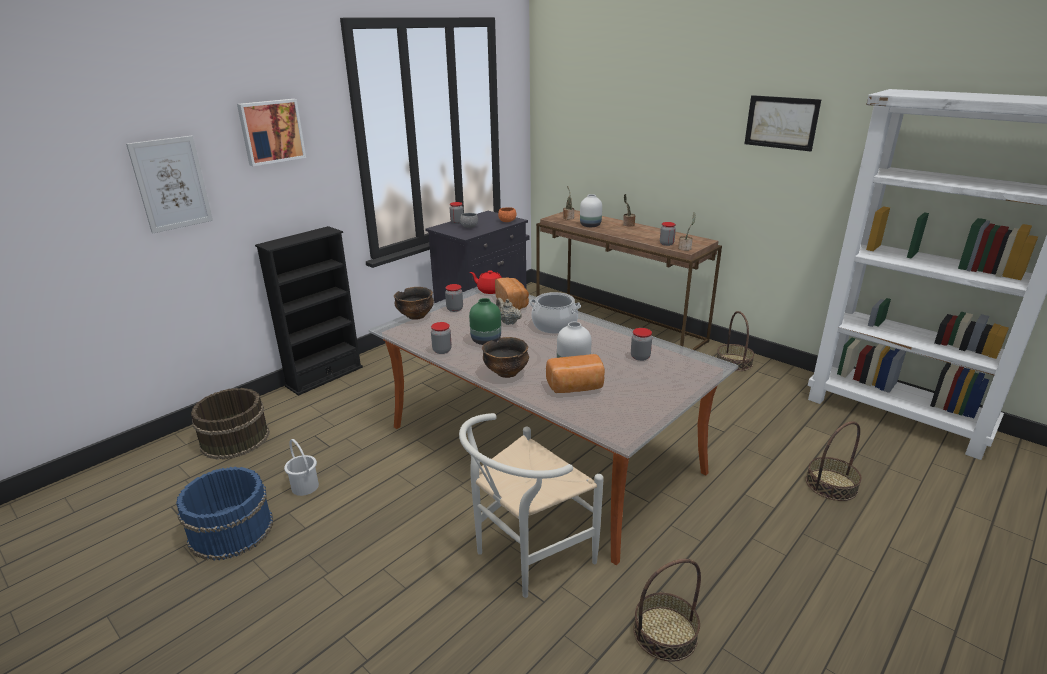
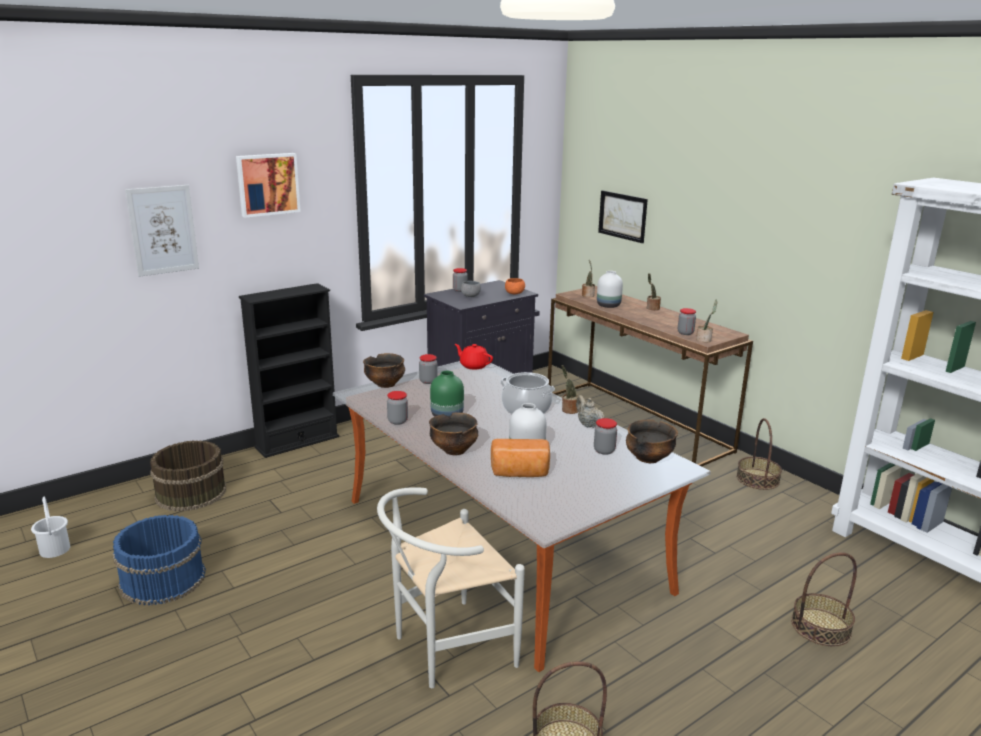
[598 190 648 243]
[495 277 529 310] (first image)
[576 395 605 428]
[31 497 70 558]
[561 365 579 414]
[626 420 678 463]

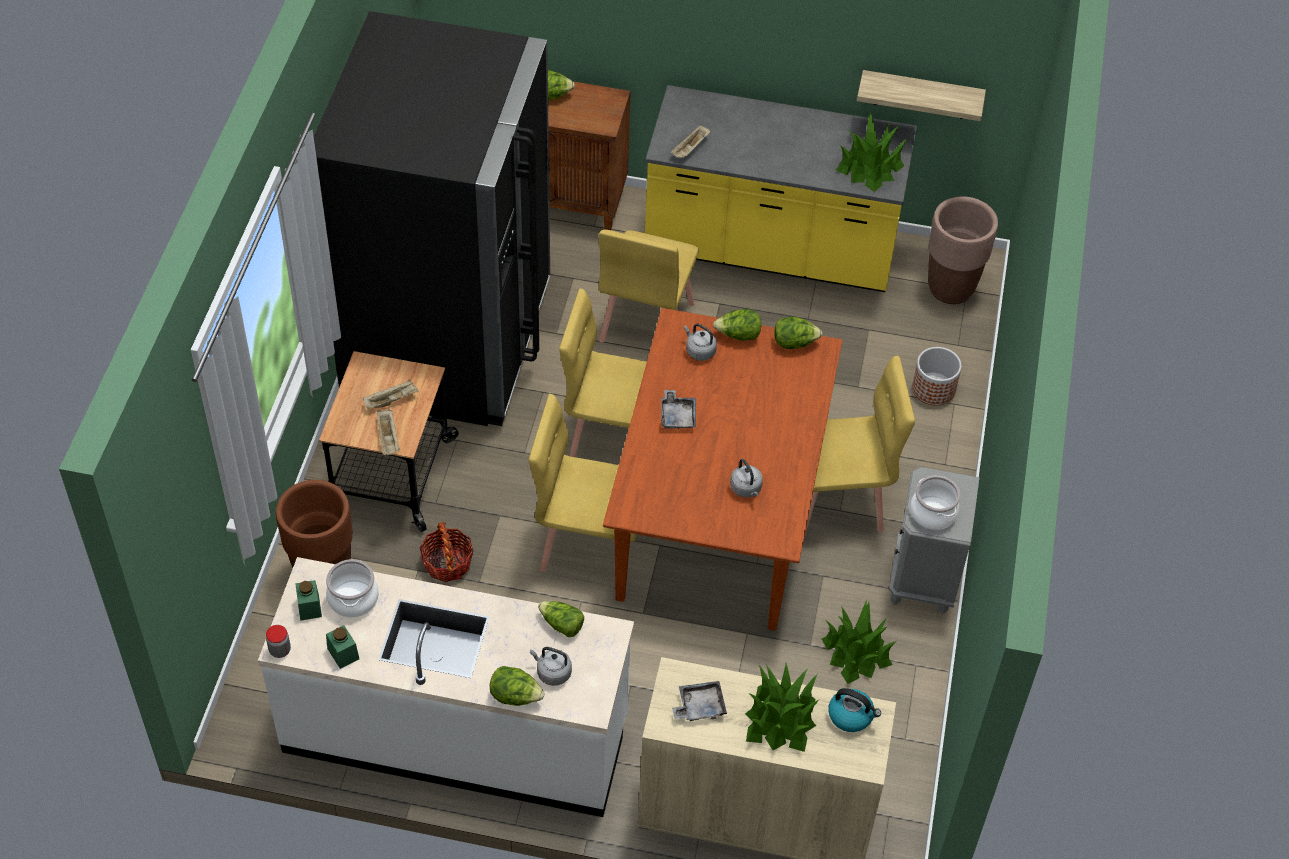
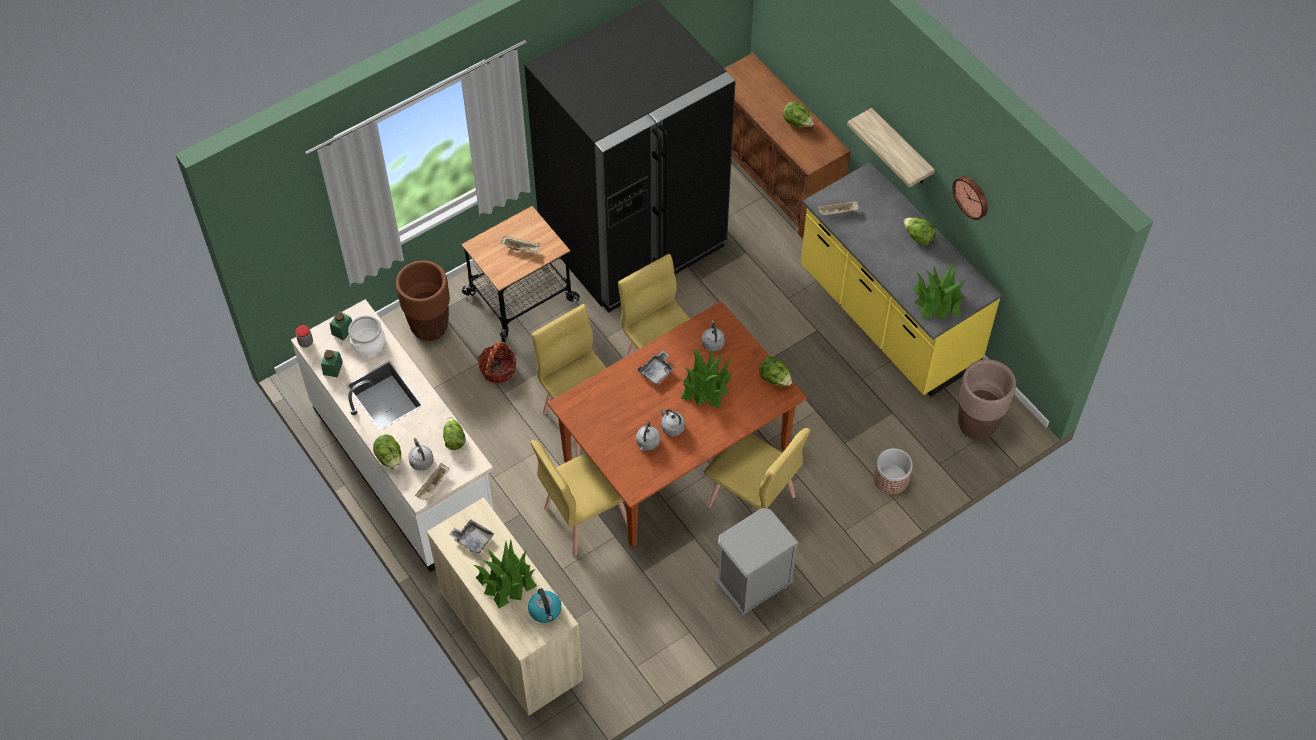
[847 108 935 187]
[530 440 628 556]
[904 218 936 245]
[415 463 450 501]
[910 475 960 530] (first image)
[681 349 731 408]
[952 176 988 220]
[659 408 685 436]

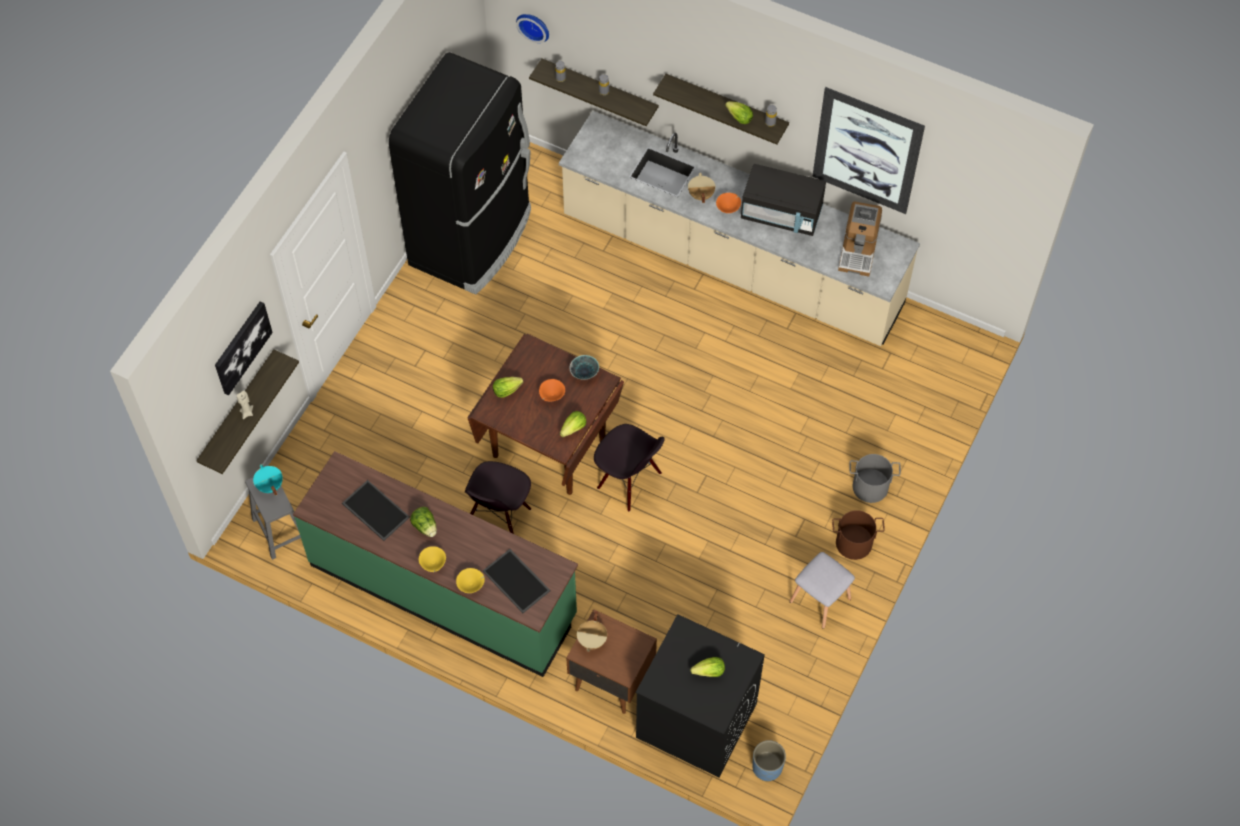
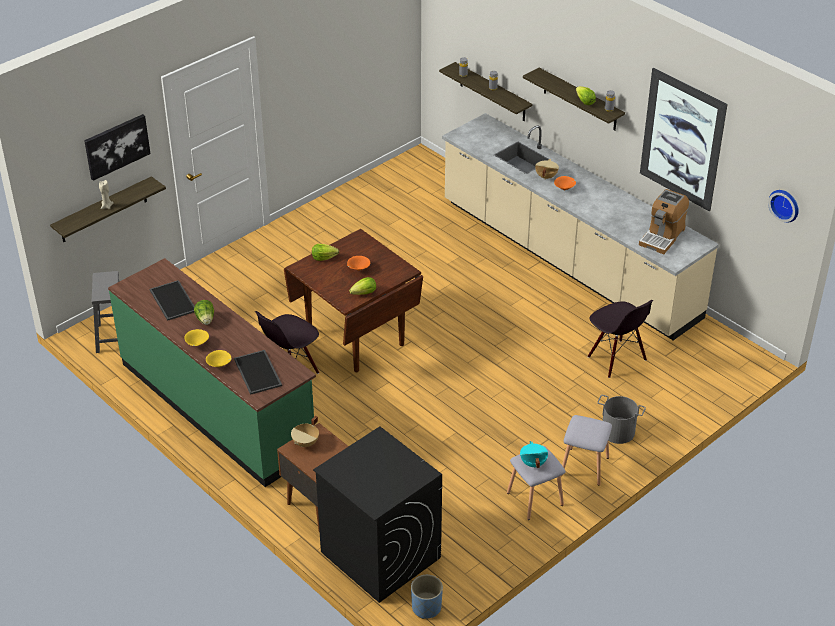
[768 190 799 223]
[389 52 531 295] (first image)
[741 164 826 236] (first image)
[570 355 599 380] (first image)
[588 300 654 378]
[520 441 548 468]
[561 415 612 486]
[690 657 725 677] (first image)

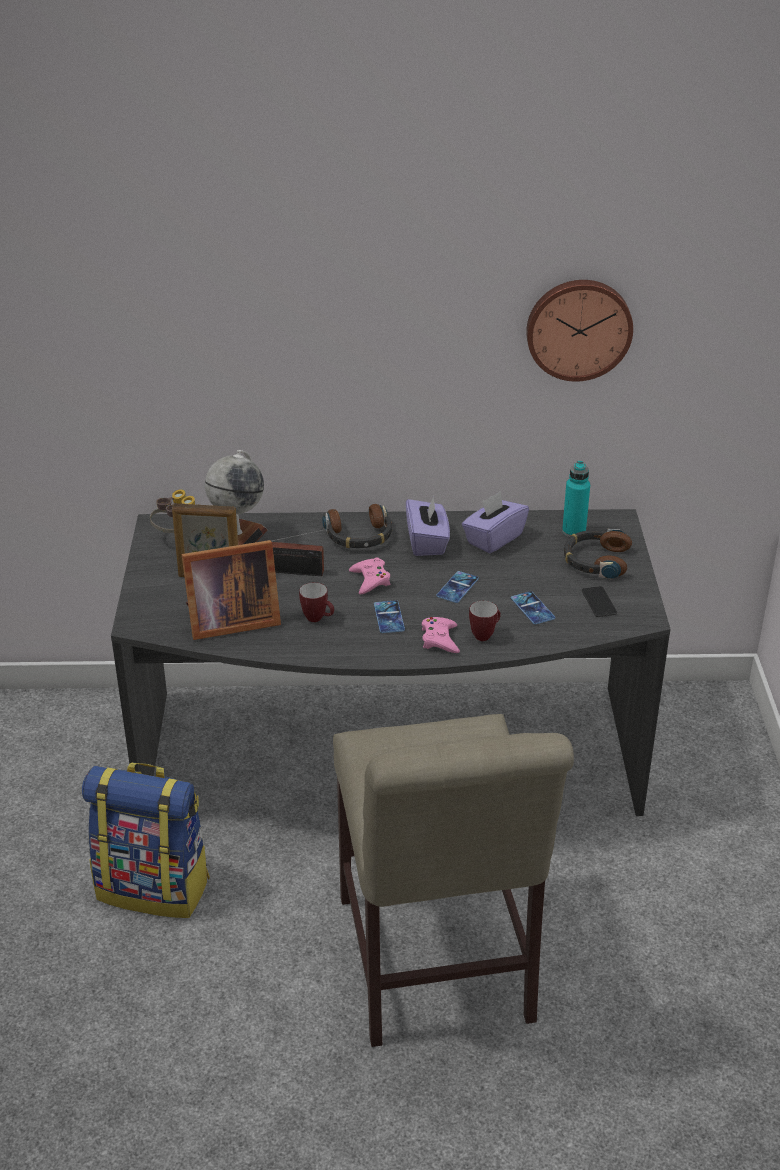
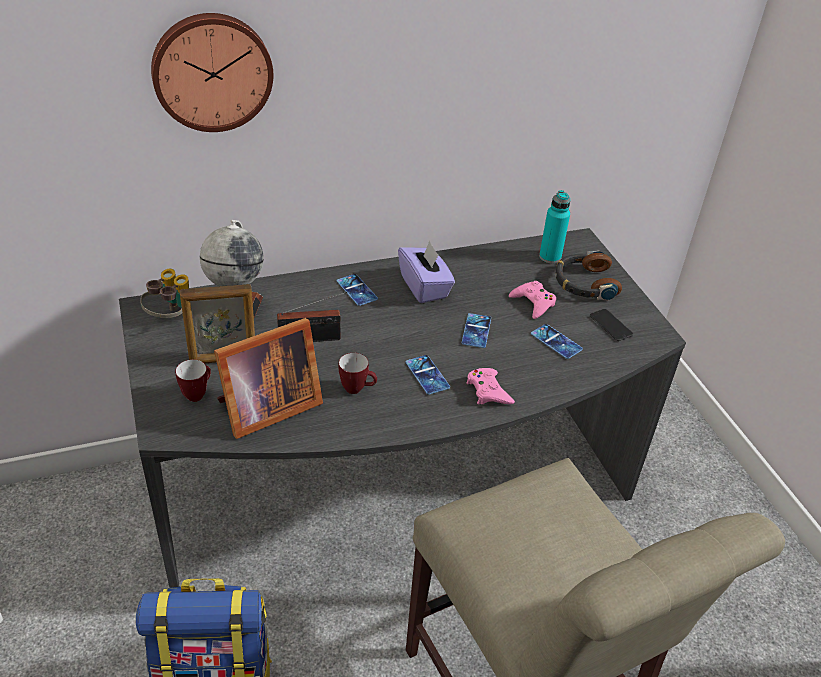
[151 13 273 132]
[462 491 529 553] (first image)
[336 274 378 306]
[509 281 556 319]
[175 360 211 402]

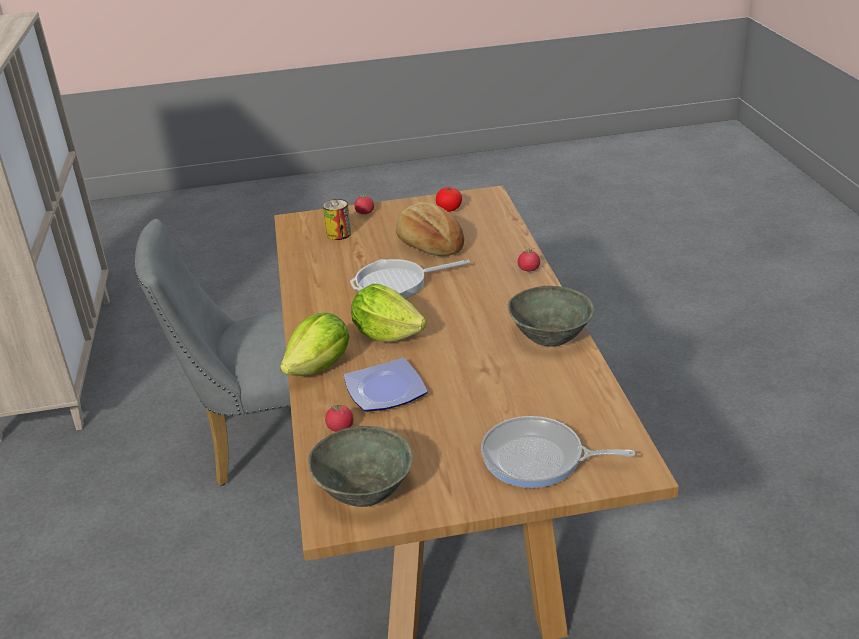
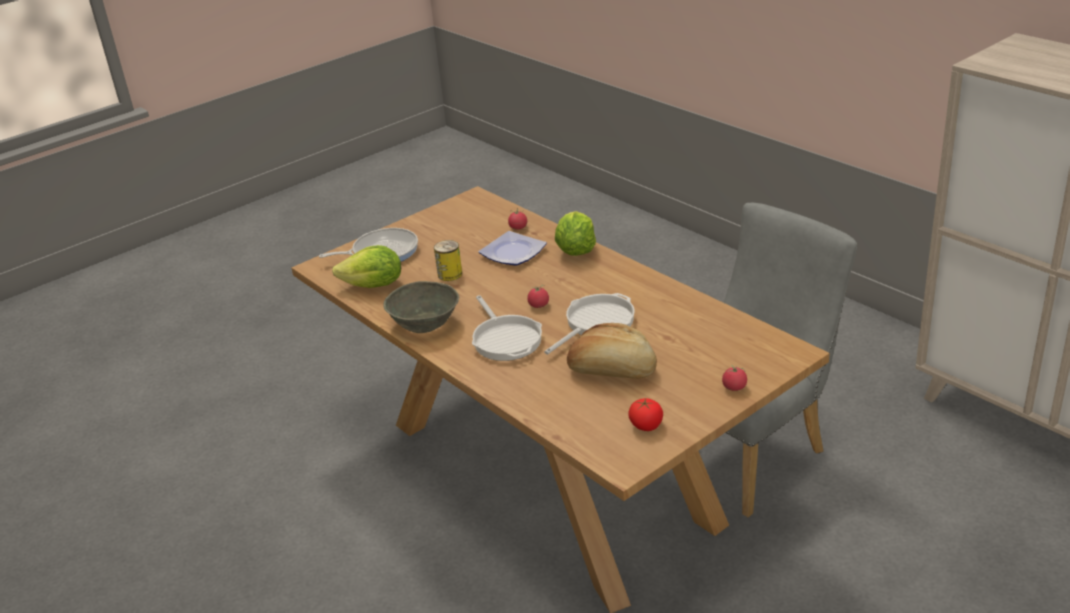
[434 240 462 281]
[527 285 549 308]
[332 245 401 288]
[308 426 413 507] (first image)
[472 295 542 361]

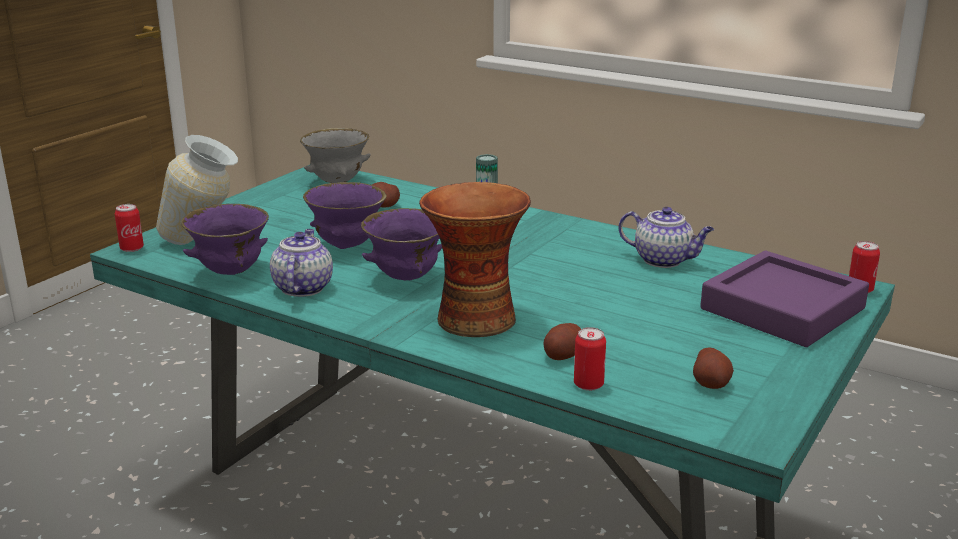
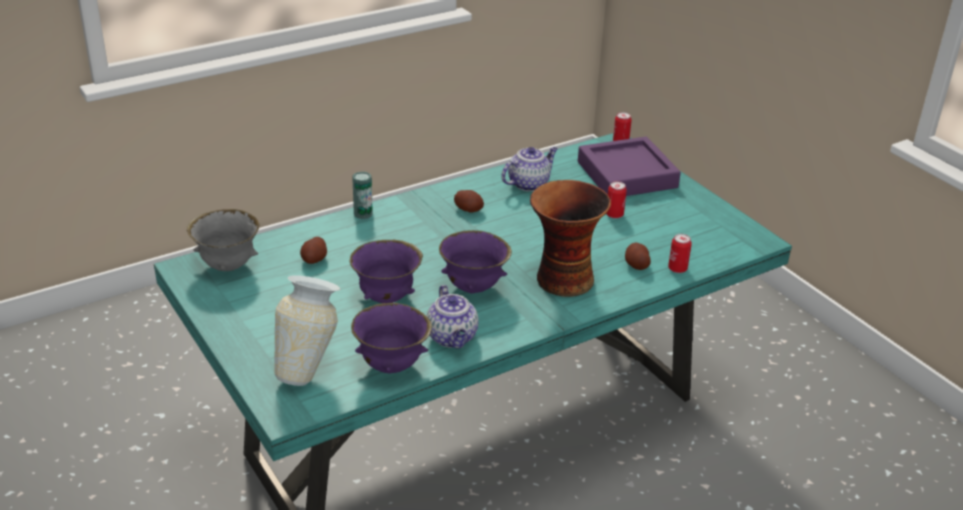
[606 181 627 219]
[426 285 479 349]
[454 190 484 213]

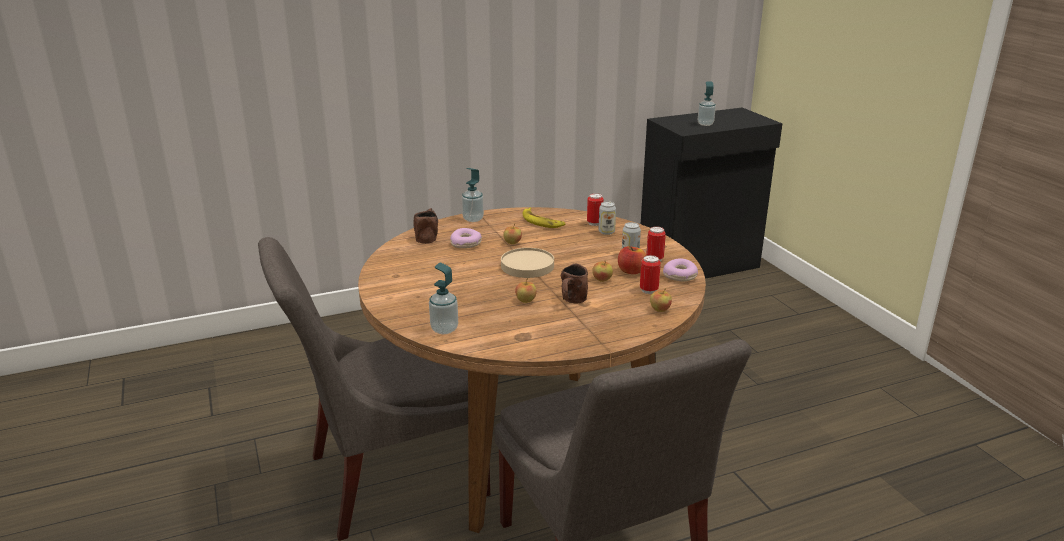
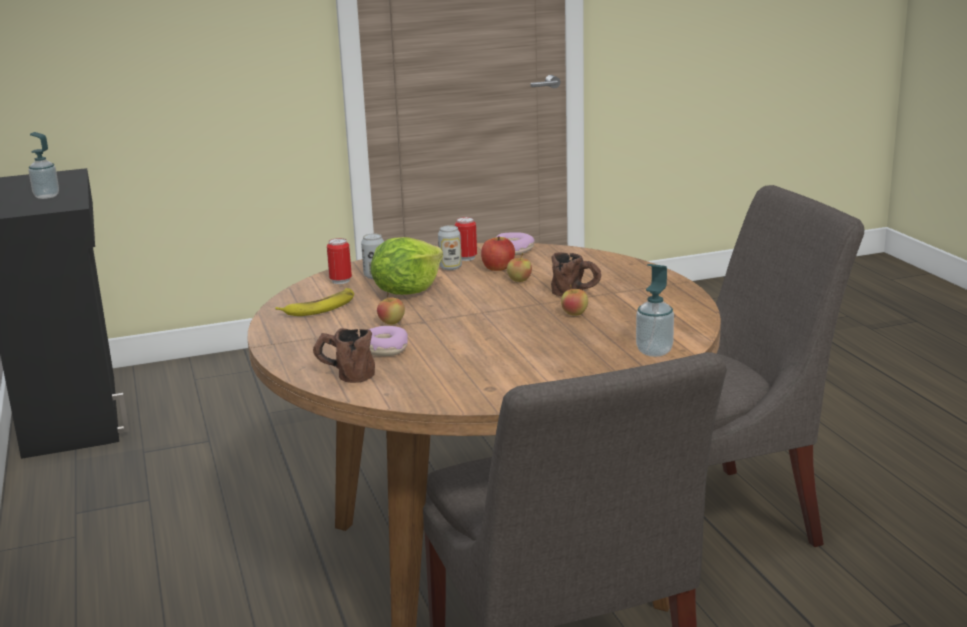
[462 168 484 222] (first image)
[501 248 554 278] (first image)
[640 255 661 294] (first image)
[650 288 672 312] (first image)
[370 237 443 295]

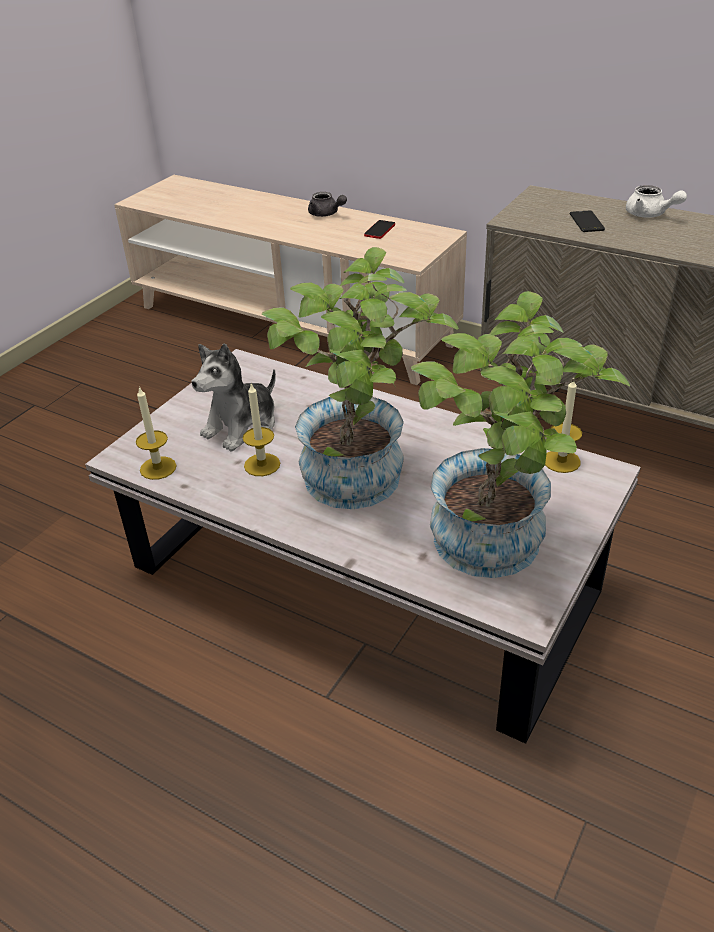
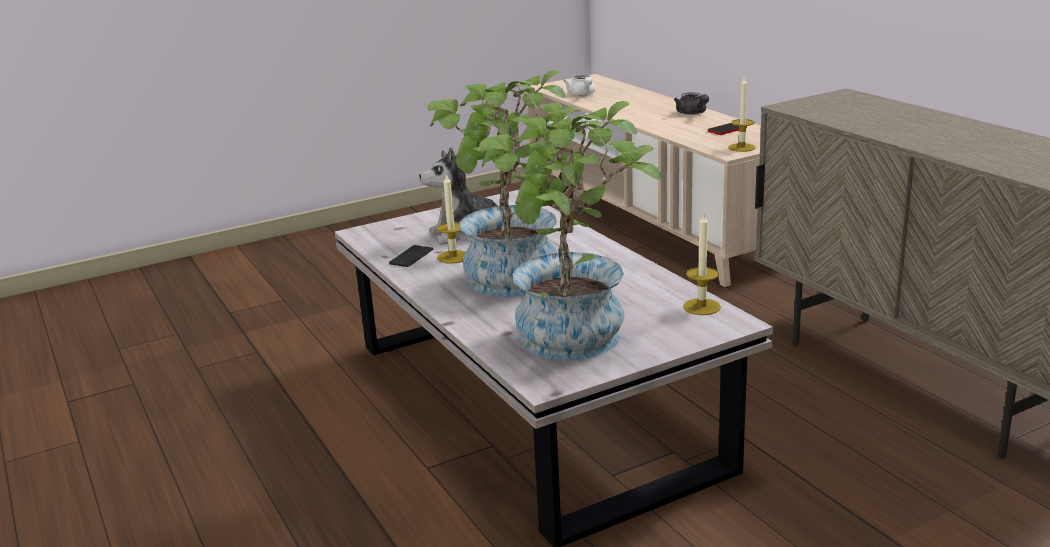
[564 75 596 95]
[389 245 433 267]
[728 77 756 152]

